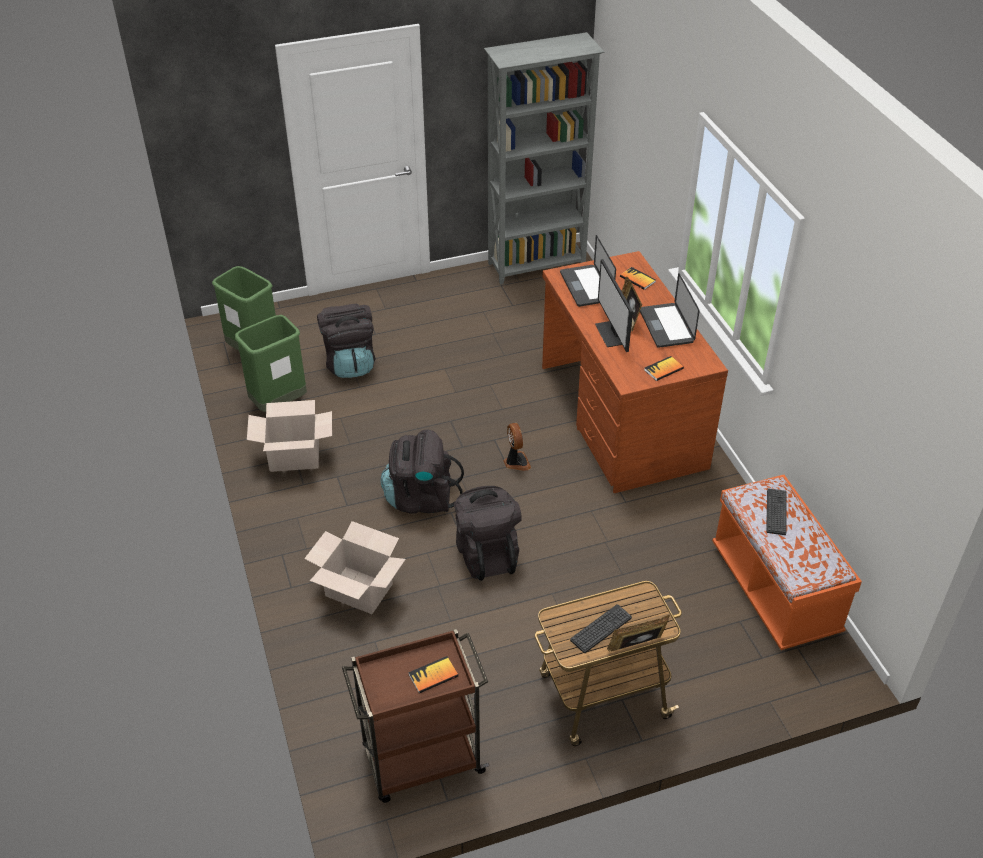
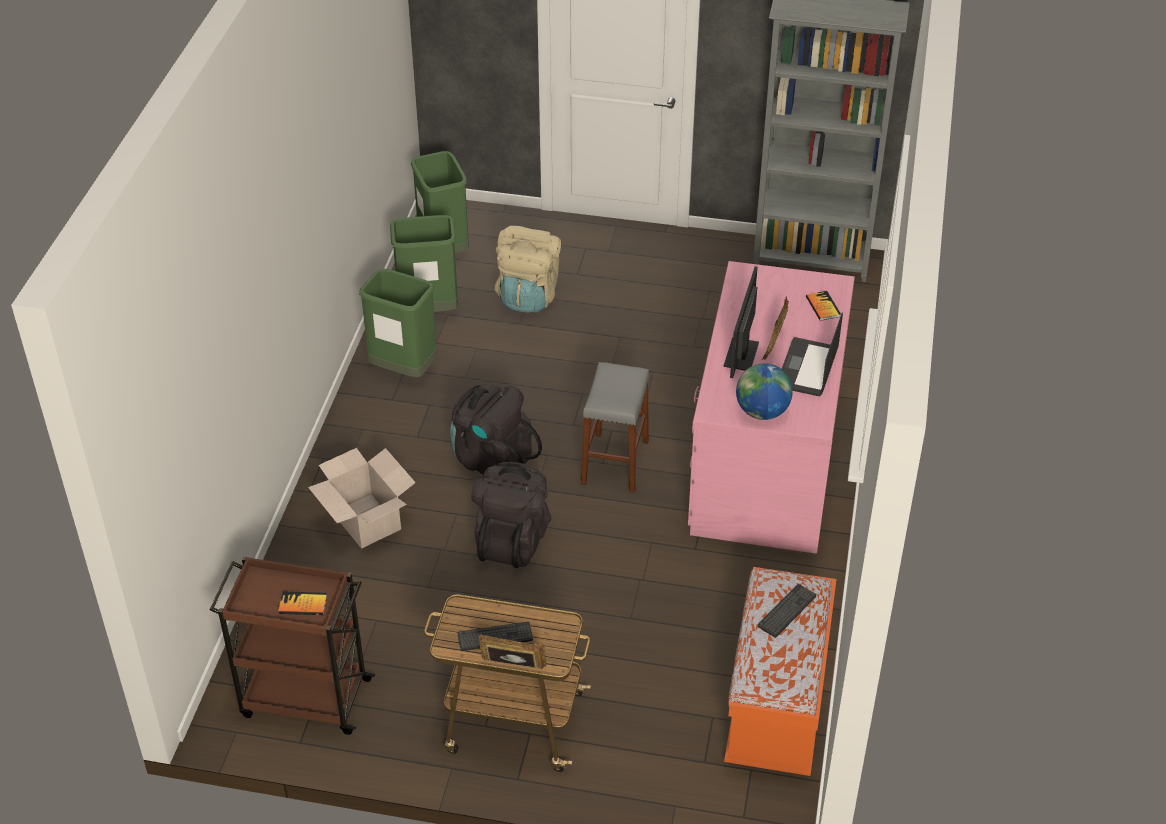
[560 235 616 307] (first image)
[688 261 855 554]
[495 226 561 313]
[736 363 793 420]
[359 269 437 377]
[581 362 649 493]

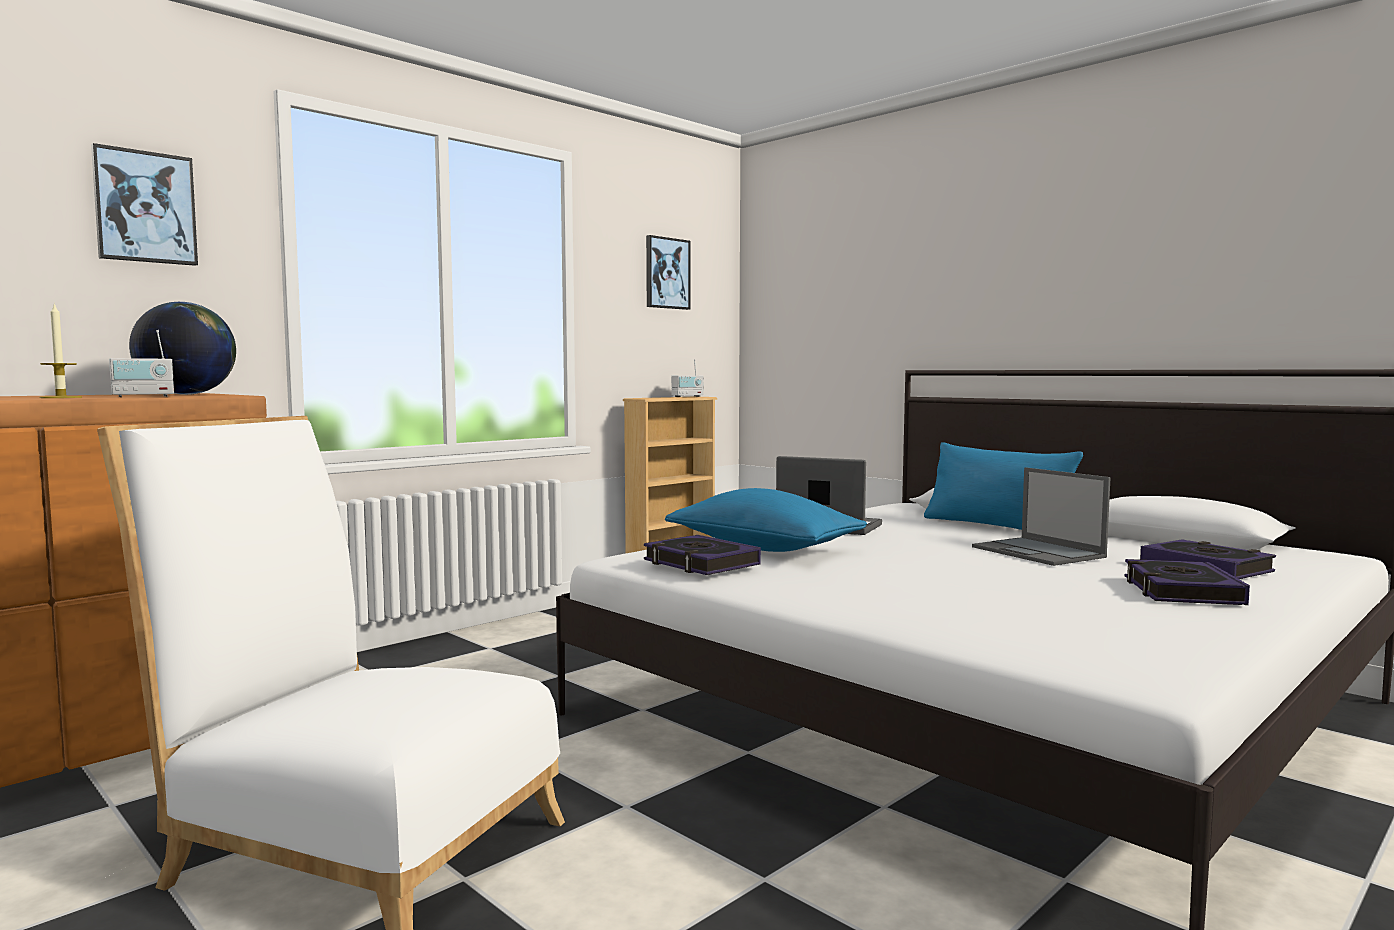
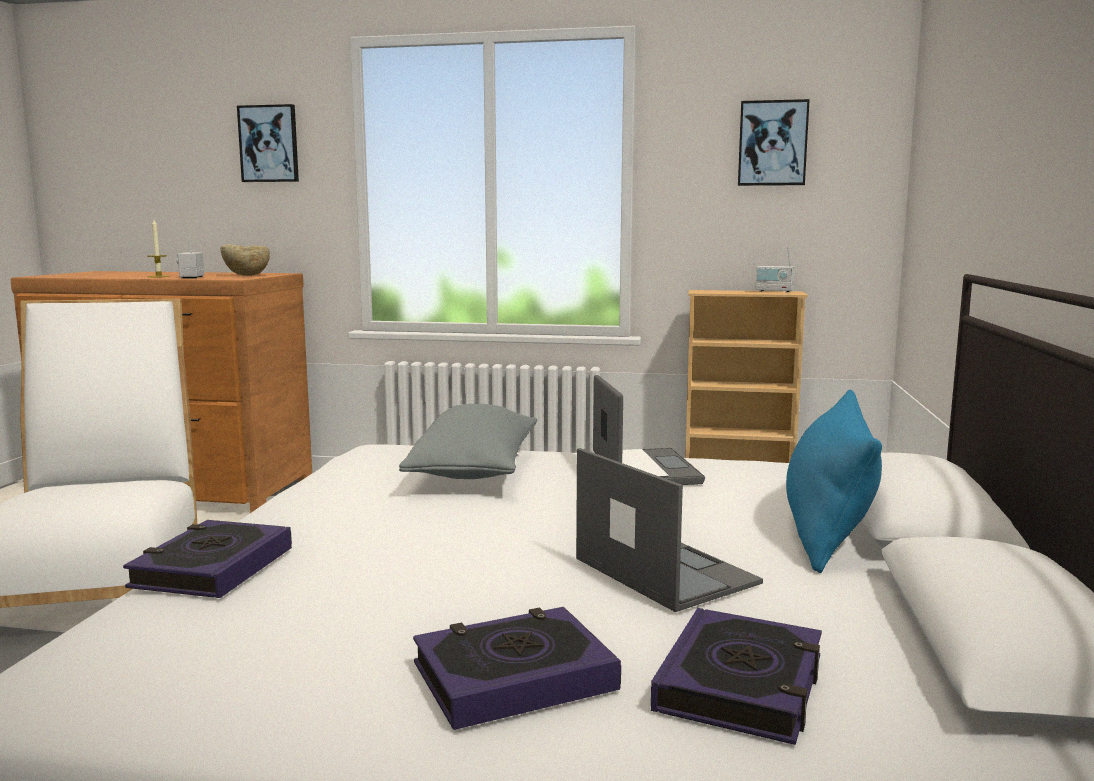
[220 245 270 276]
[177 234 204 279]
[576 448 763 612]
[399 404 537 479]
[123 520 292 598]

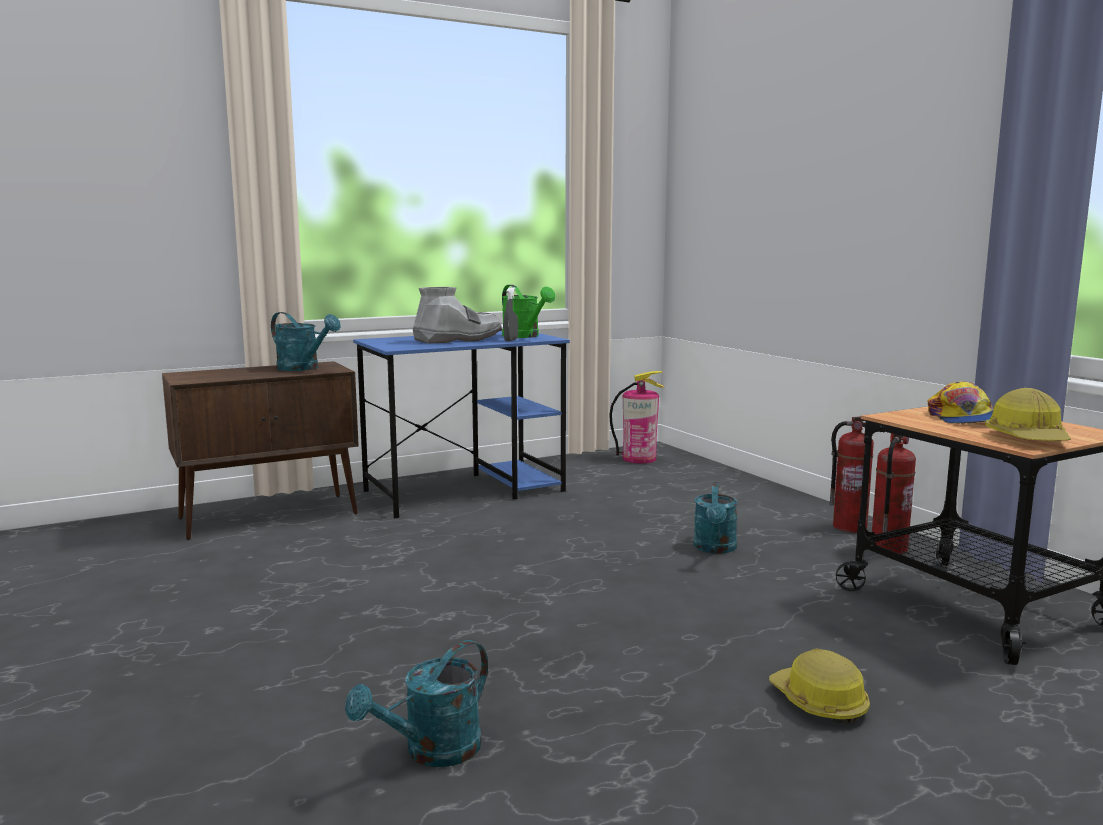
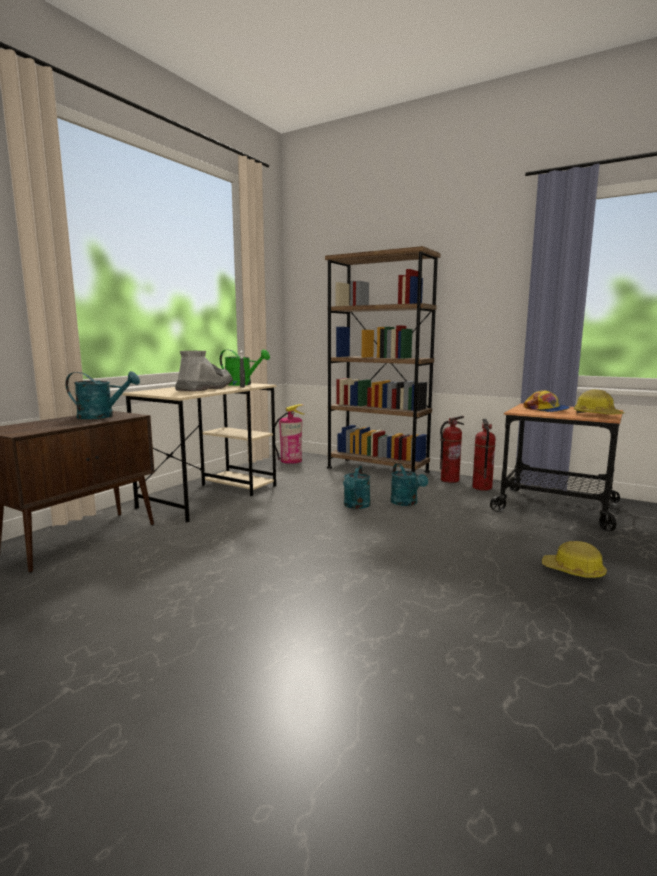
[122 383 277 523]
[343 465 370 509]
[325 246 440 473]

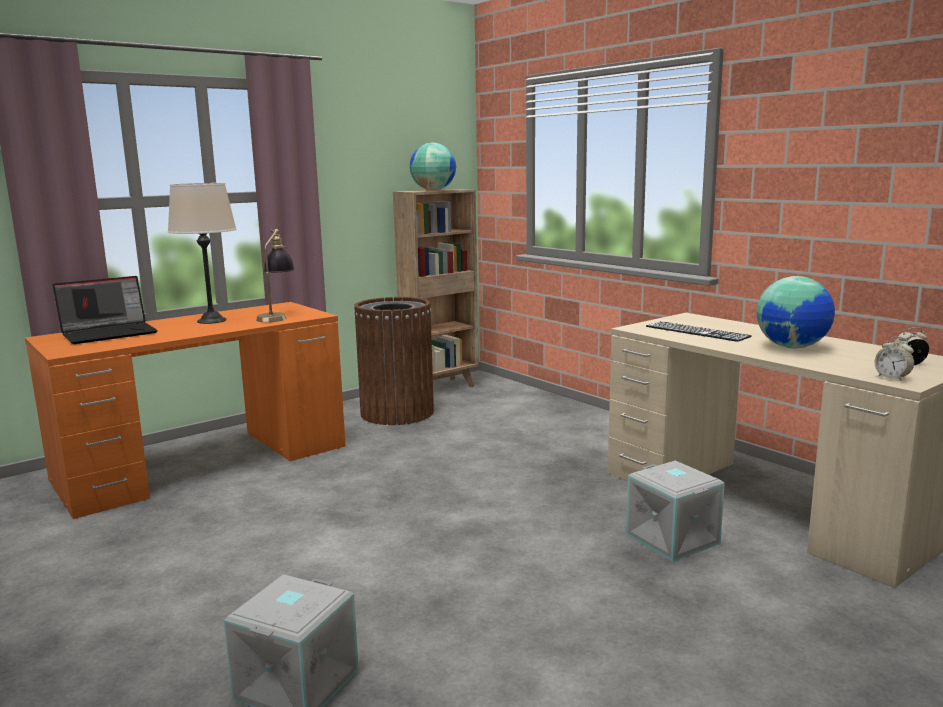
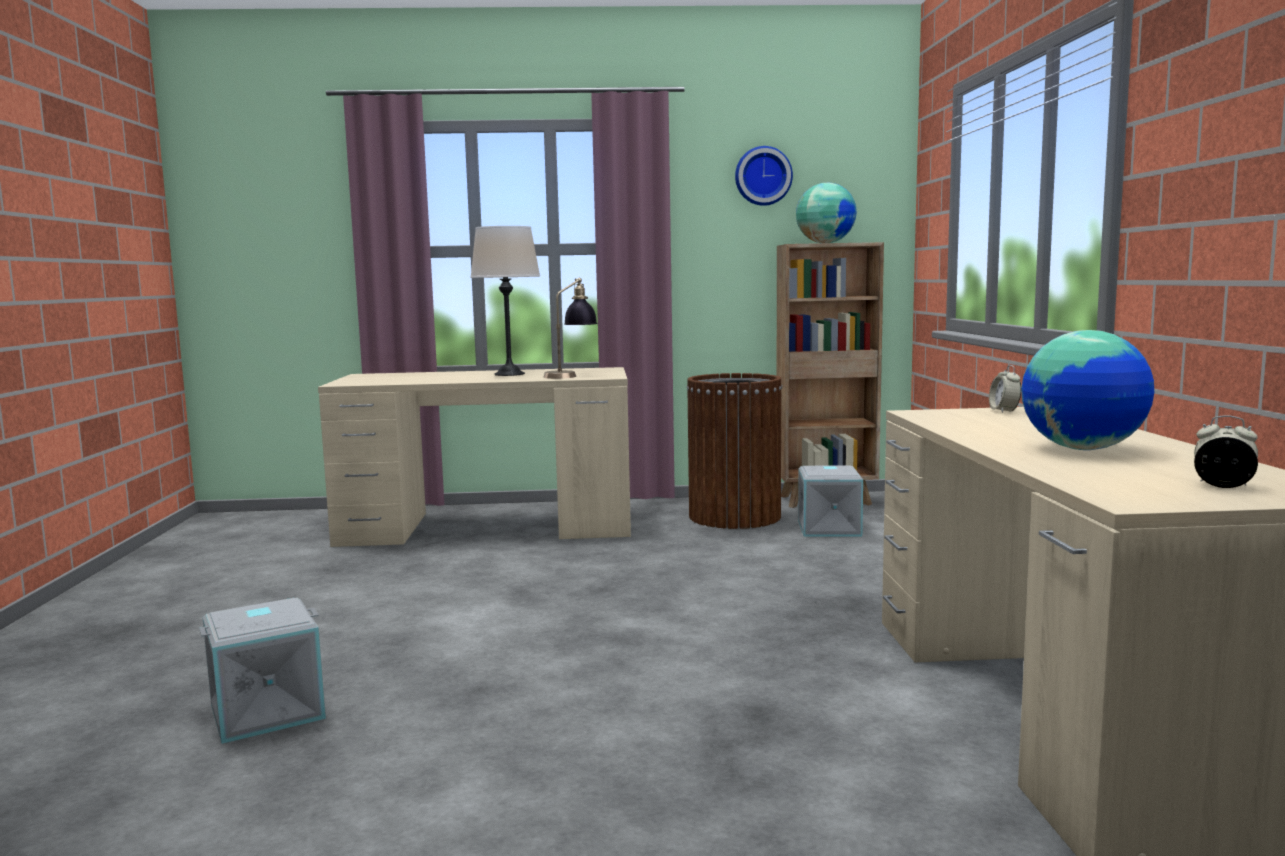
[53 276 158 344] (first image)
[318 367 631 547]
[646 321 752 342] (first image)
[989 365 1021 413]
[798 465 863 536]
[735 146 793 206]

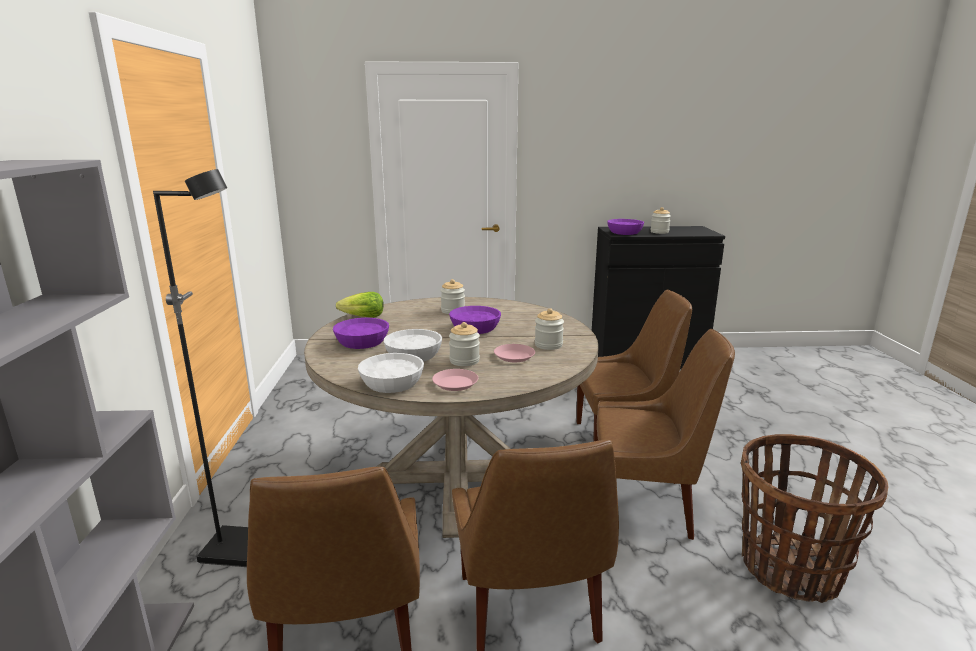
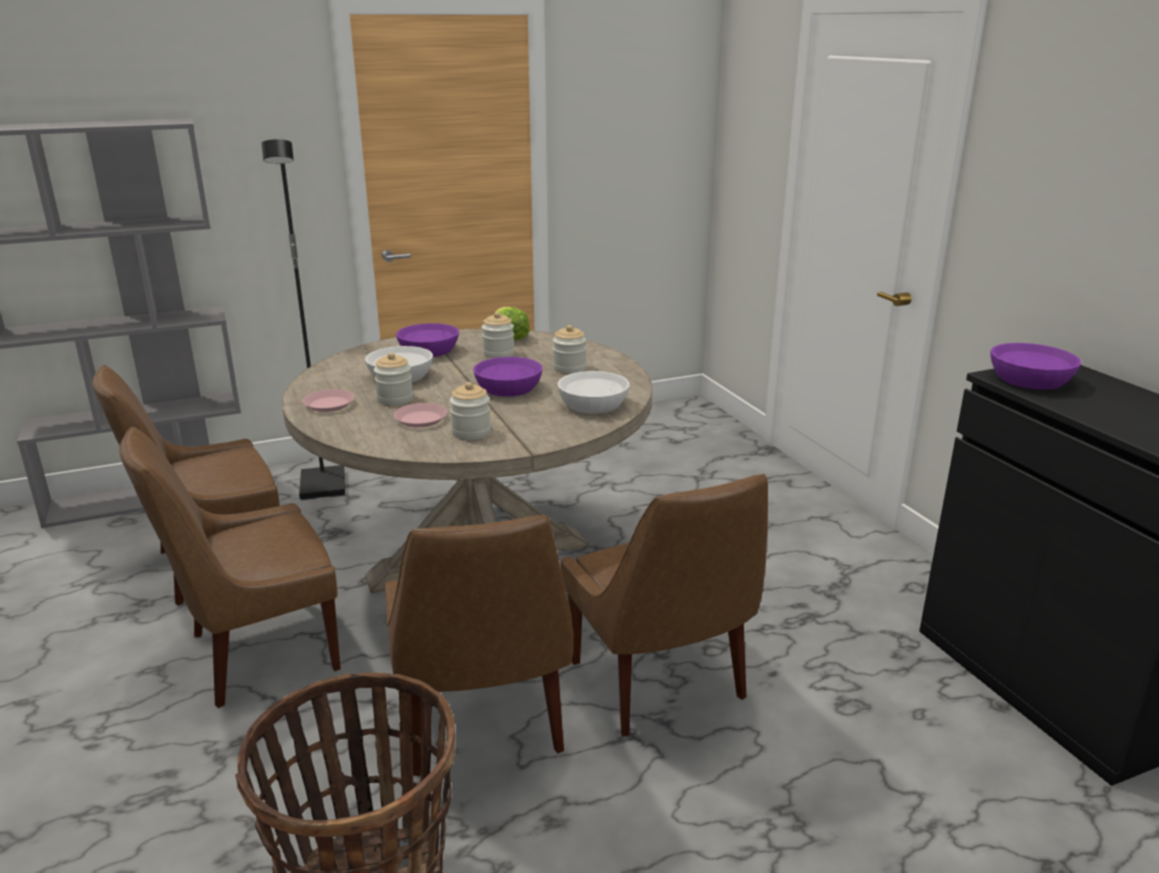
[482 312 515 358]
[557 371 630 413]

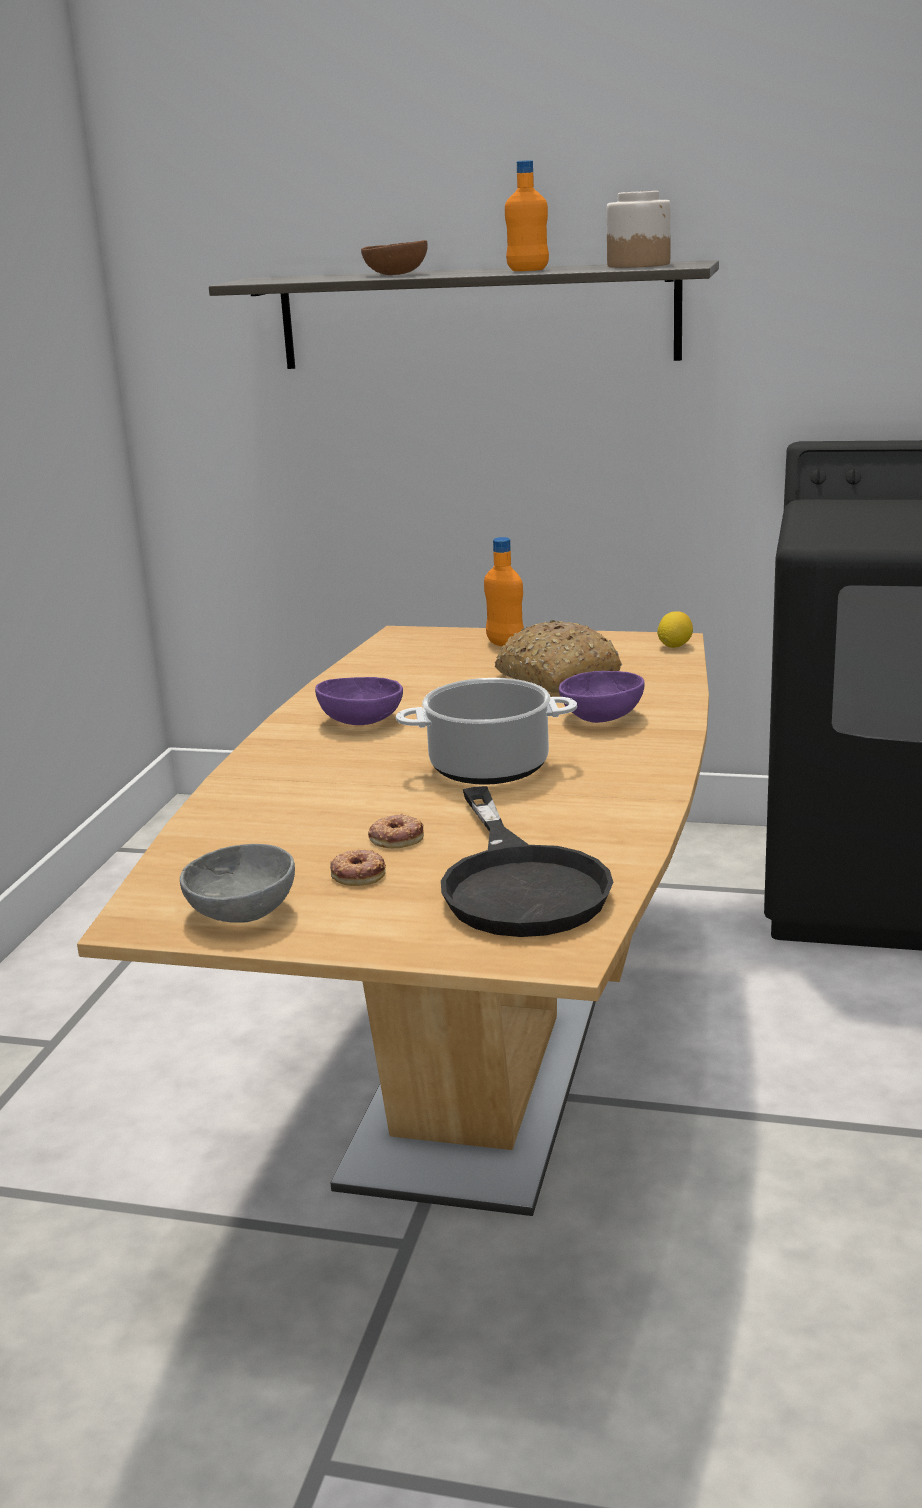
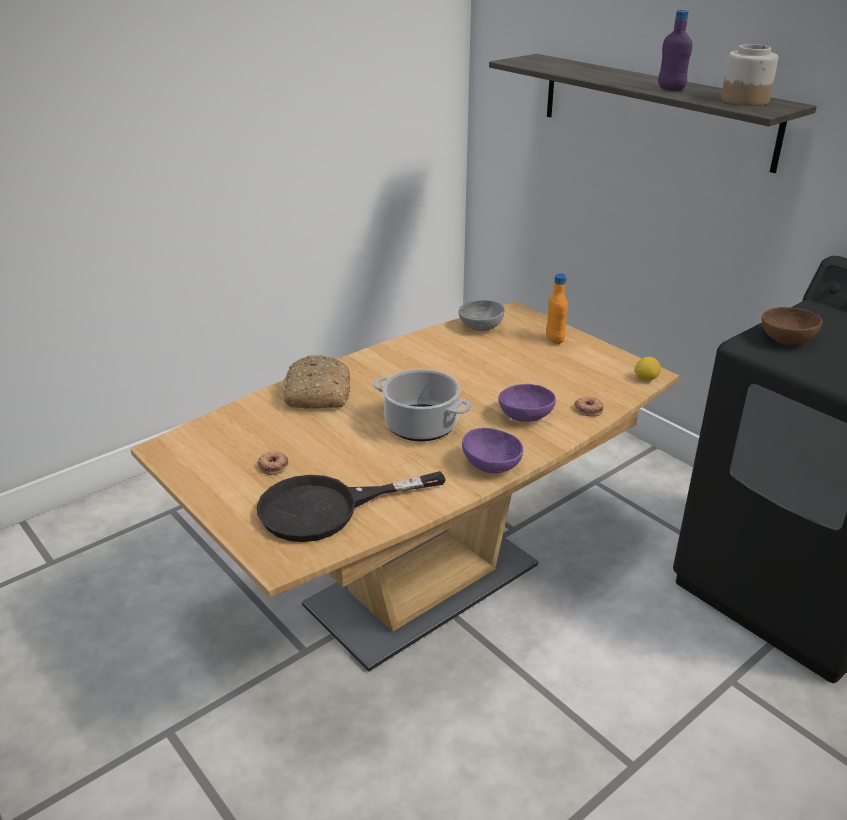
[658 10 693 91]
[762 307 823 345]
[283 355 351 409]
[462 428 523 474]
[257 471 445 542]
[574 397 604 416]
[459 300 505 331]

